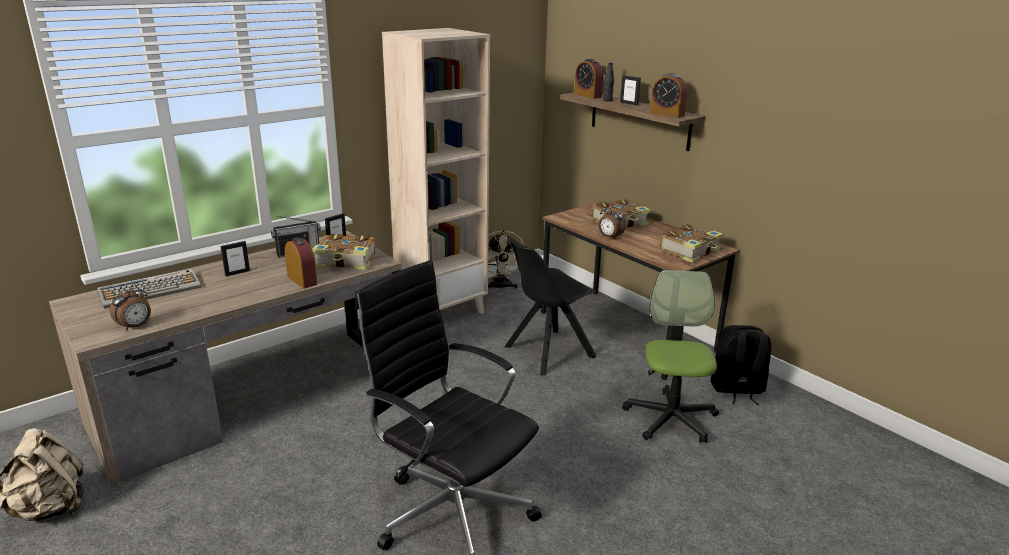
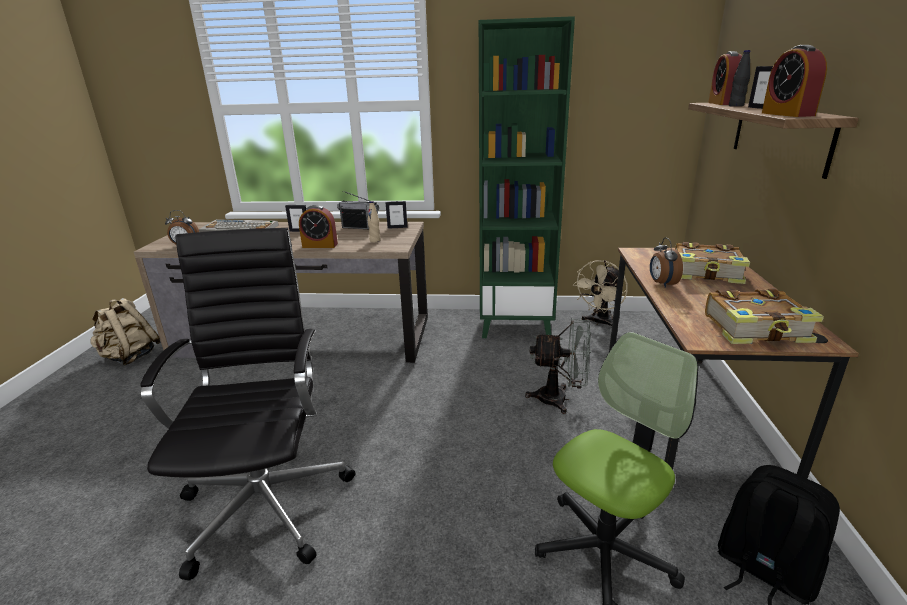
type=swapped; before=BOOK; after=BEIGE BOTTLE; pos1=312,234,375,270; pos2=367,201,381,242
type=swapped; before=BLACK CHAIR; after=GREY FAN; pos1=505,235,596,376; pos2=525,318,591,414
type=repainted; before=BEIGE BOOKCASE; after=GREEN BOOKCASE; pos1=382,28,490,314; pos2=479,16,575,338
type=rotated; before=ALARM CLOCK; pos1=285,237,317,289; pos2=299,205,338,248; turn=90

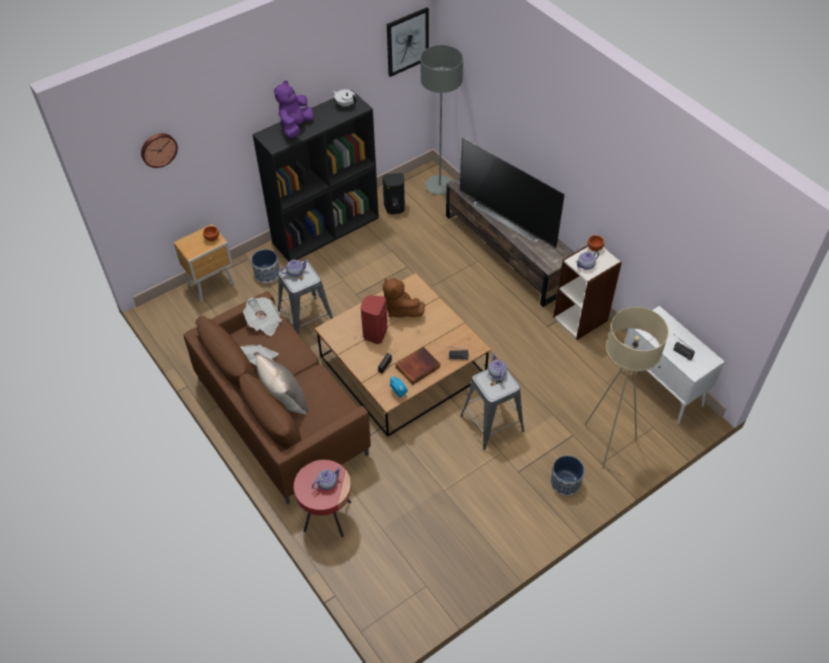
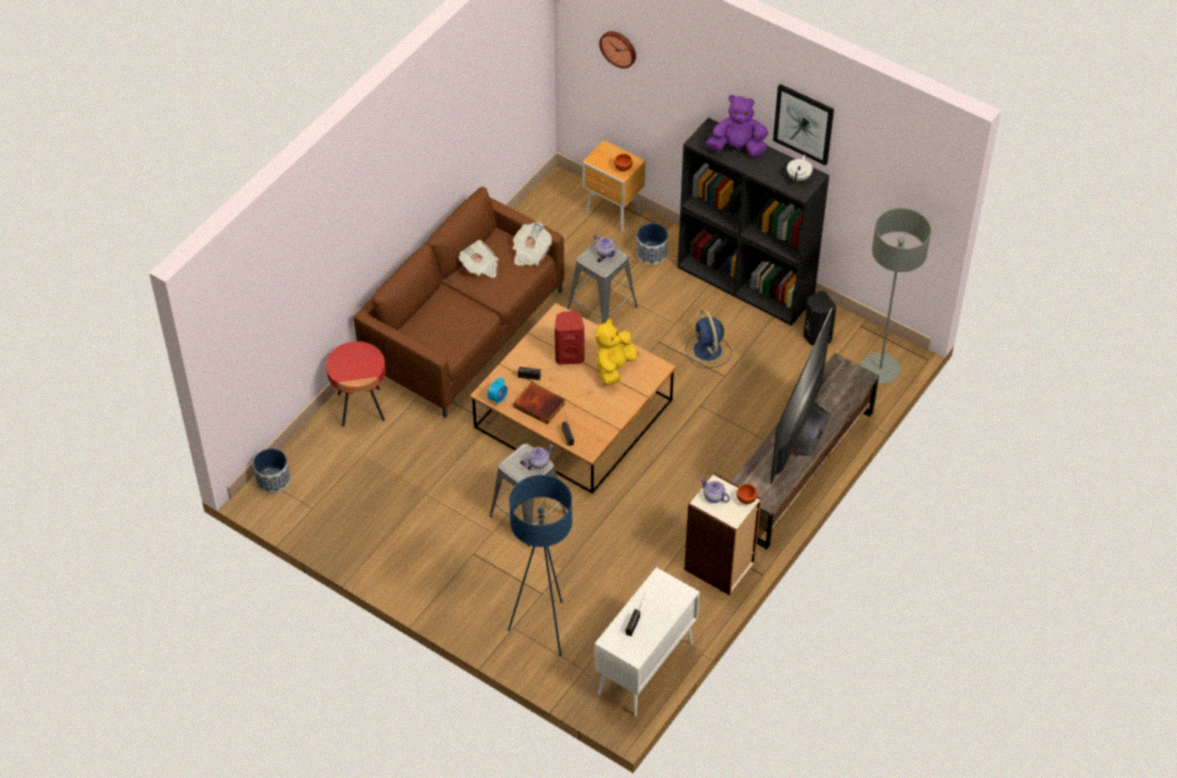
type=gone; before=BEIGE PILLOW; pos1=256,355,308,415
type=gone; before=TEAPOT; pos1=312,468,341,490
type=new; after=BLUE FAN; pos2=686,309,732,368
type=shifted; before=PICTURE; pos1=387,7,429,77; pos2=773,84,834,166
type=shifted; before=PLANTER; pos1=550,456,584,496; pos2=253,448,290,493
type=repainted; before=BROWN PLUSH TOY; after=YELLOW PLUSH TOY; pos1=383,278,425,318; pos2=595,319,637,385
type=repainted; before=BEIGE FLOOR LAMP; after=BLUE FLOOR LAMP; pos1=585,307,669,468; pos2=508,475,572,656

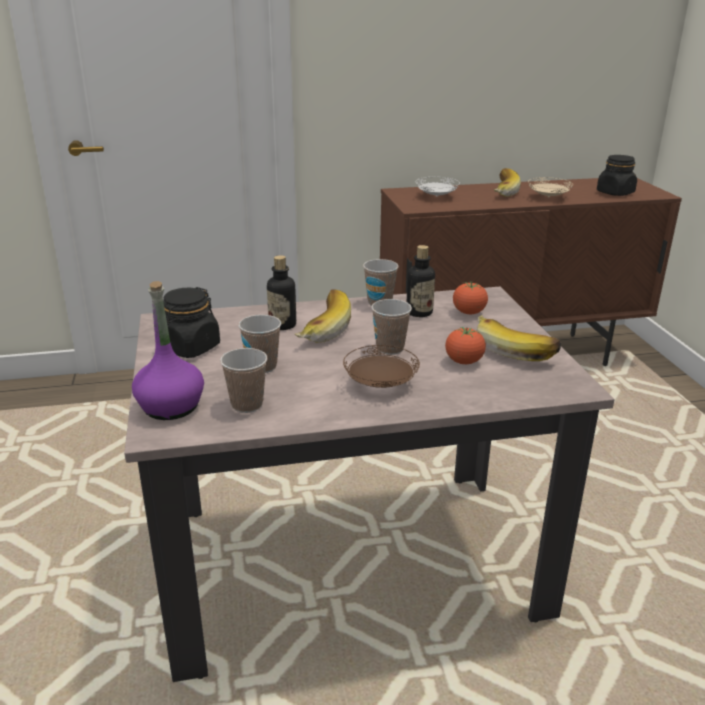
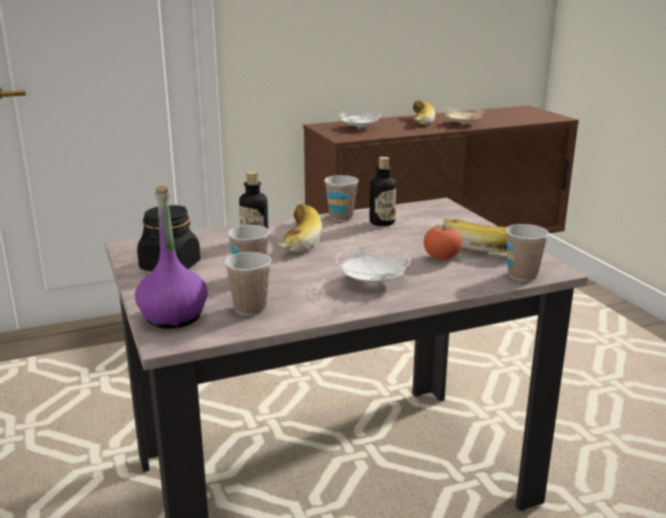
type=gone; before=TOMATO; pos1=453,282,488,314
type=gone; before=BLACK JAR; pos1=597,155,637,196
type=shifted; before=CUP; pos1=371,299,412,355; pos2=506,224,549,281
type=repainted; before=BROWN PLATE; after=WHITE PLATE; pos1=343,345,420,388; pos2=336,246,410,283

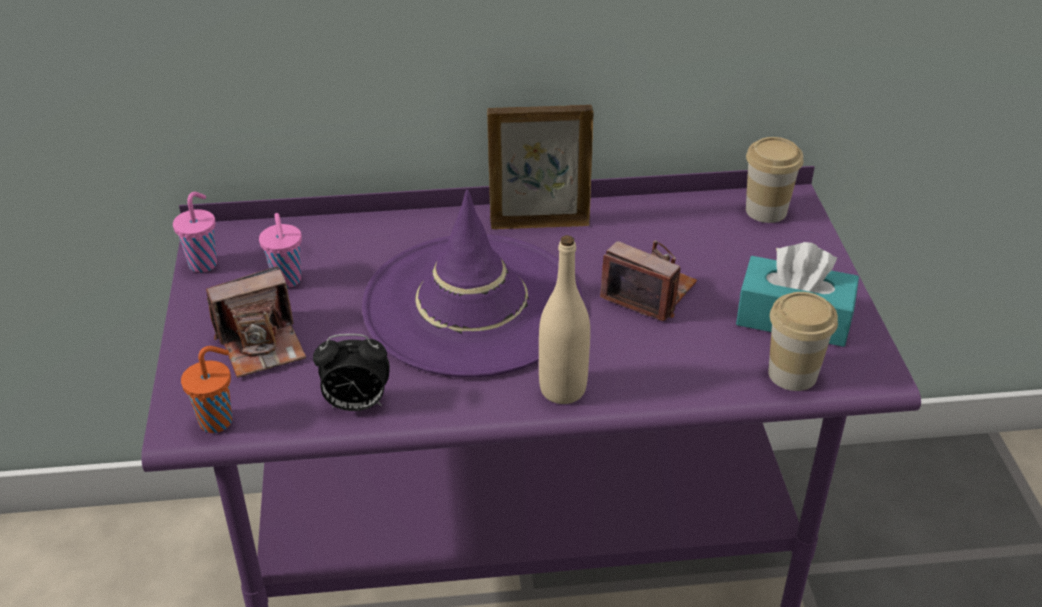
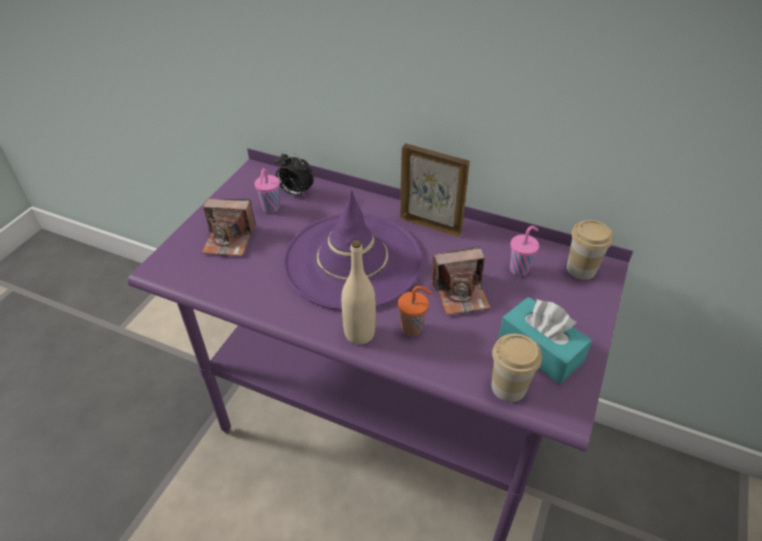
type=shifted; before=PINK CUP; pos1=173,192,217,273; pos2=510,226,539,276
type=shifted; before=ORANGE CUP; pos1=181,346,232,433; pos2=398,286,432,336
type=shifted; before=ALARM CLOCK; pos1=313,334,390,411; pos2=275,151,314,197
type=rotated; before=PHOTO CAMERA; pos1=600,241,697,321; pos2=431,246,490,315; turn=105

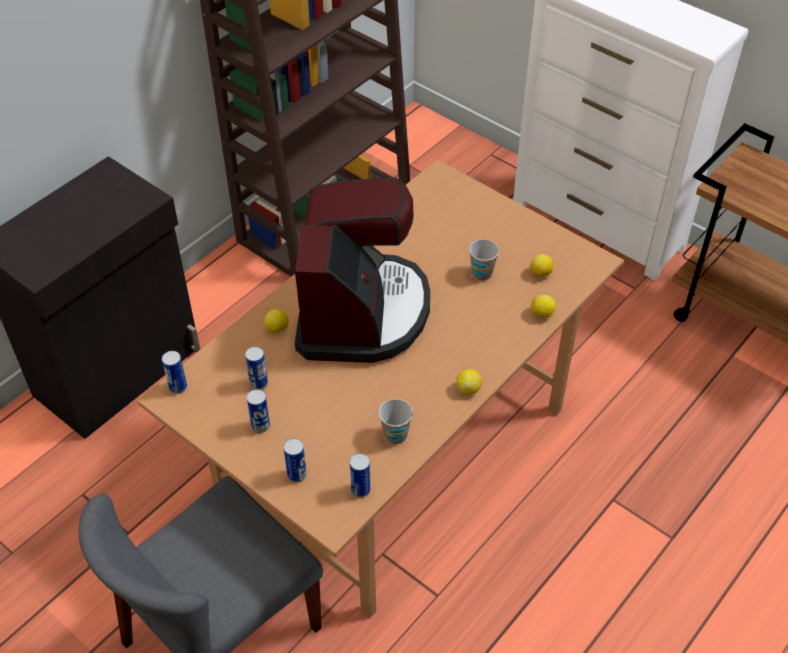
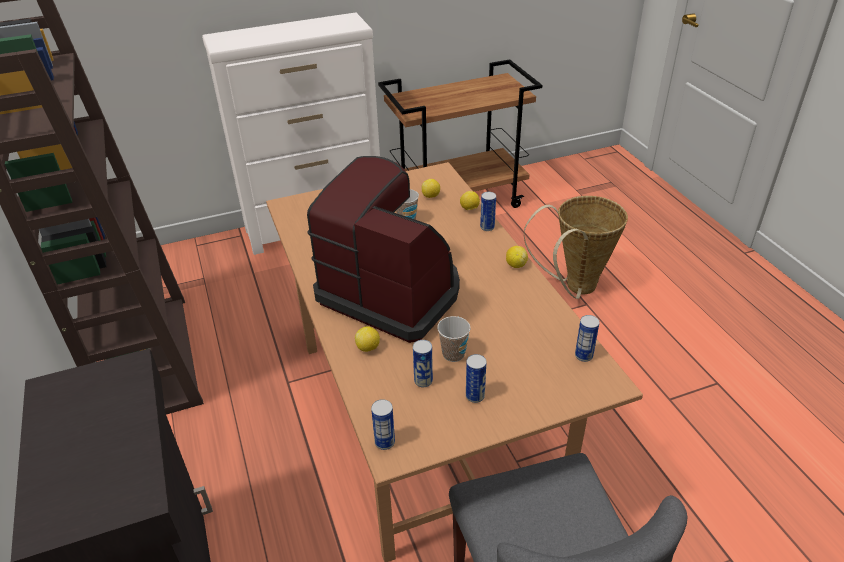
type=new; after=BASKET; pos2=524,196,628,299
type=shifted; before=CAN; pos1=284,438,307,483; pos2=480,192,496,231
type=shifted; before=CUP; pos1=379,399,413,444; pos2=437,316,471,362

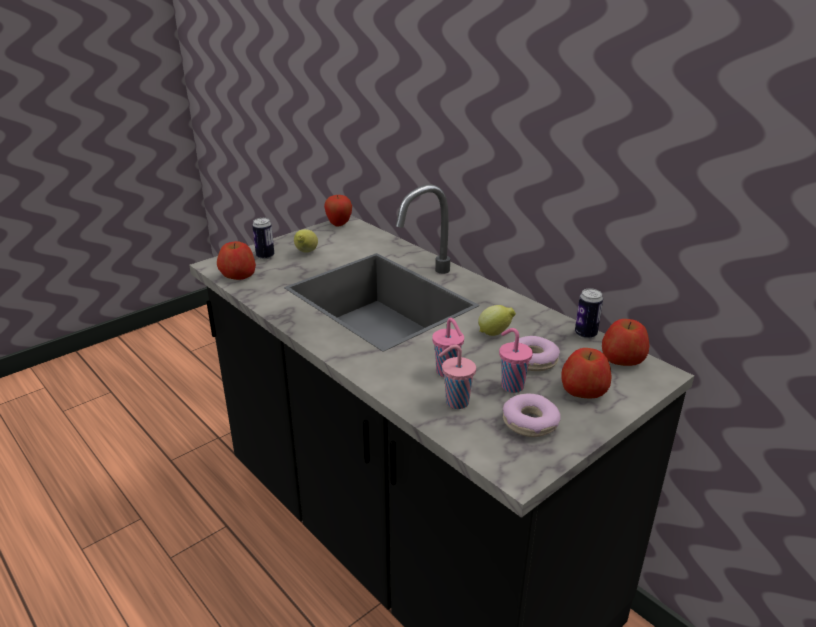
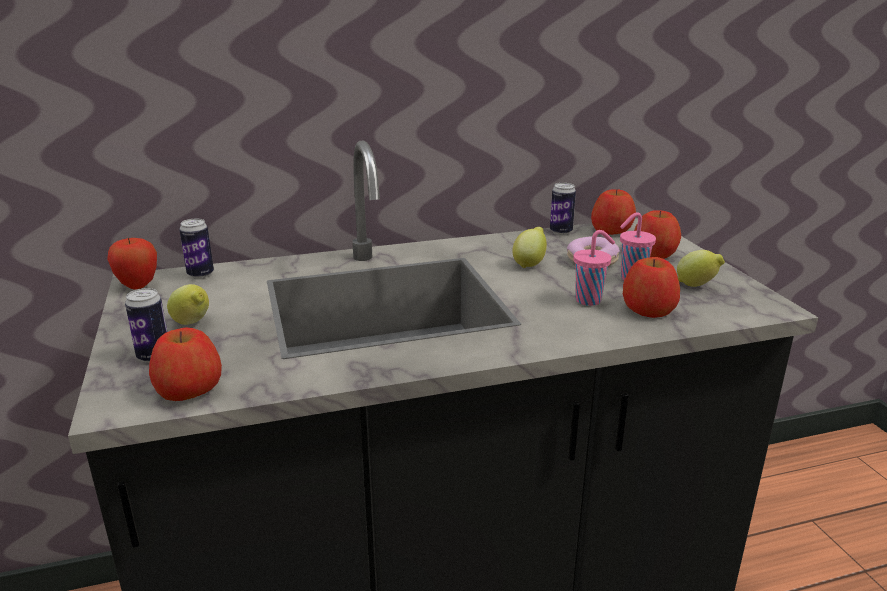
type=new; after=CAN; pos2=179,219,214,279
type=swapped; before=PINK CUP; after=APPLE; pos1=439,345,476,409; pos2=623,257,680,318
type=swapped; before=DONUT; after=LEMON; pos1=503,394,561,437; pos2=677,250,725,287

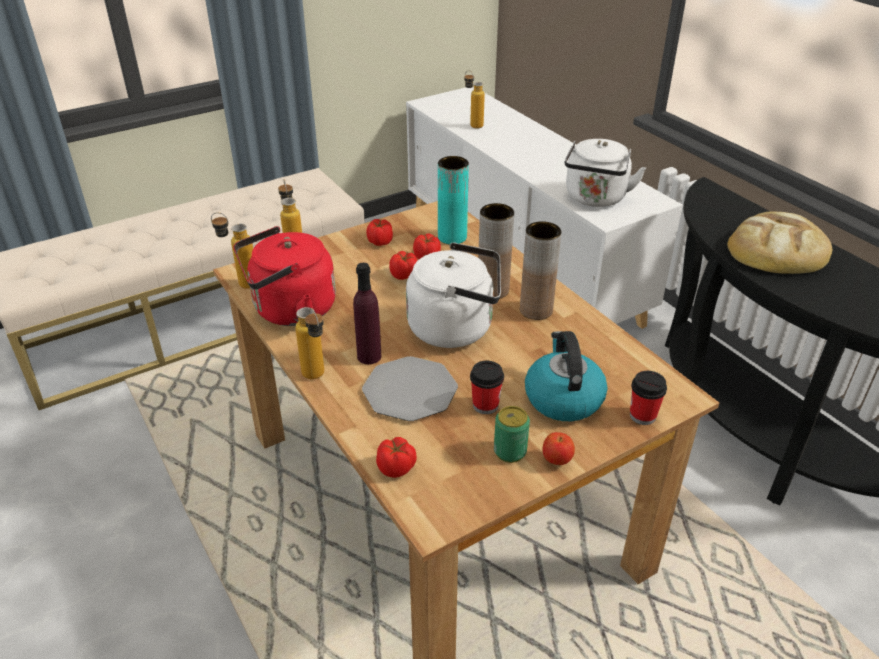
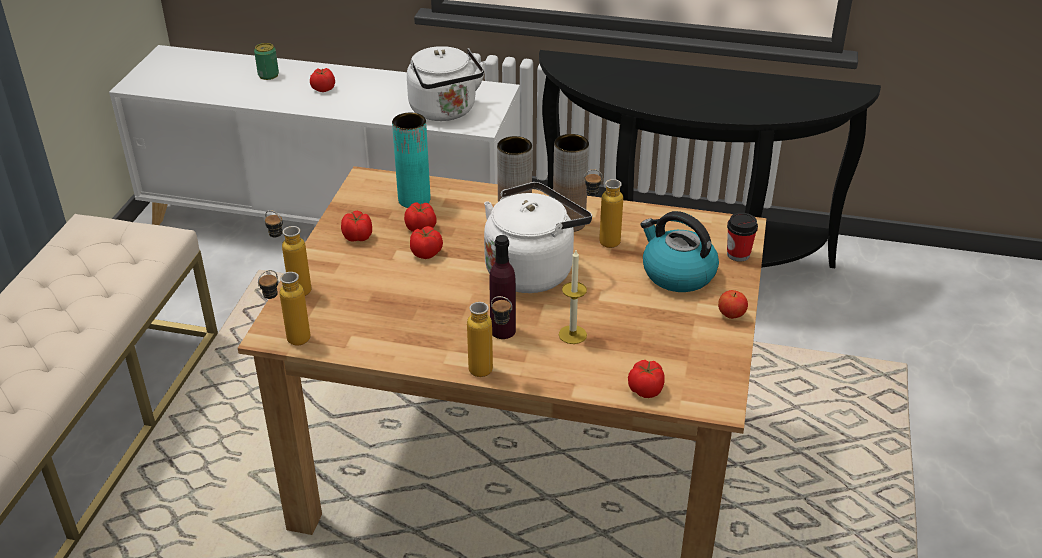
type=gone; before=RED KETTLE; pos1=233,226,336,326
type=gone; before=CUP; pos1=470,361,504,414
type=gone; before=BREAD; pos1=727,211,832,274
type=new; after=TOMATO; pos2=310,68,335,92
type=shifted; before=BOTTLE; pos1=464,70,485,129; pos2=584,169,623,248
type=shifted; before=CAN; pos1=494,406,530,463; pos2=254,43,279,80
type=swapped; before=PLATE; after=CANDLE; pos1=362,356,458,421; pos2=559,250,587,344

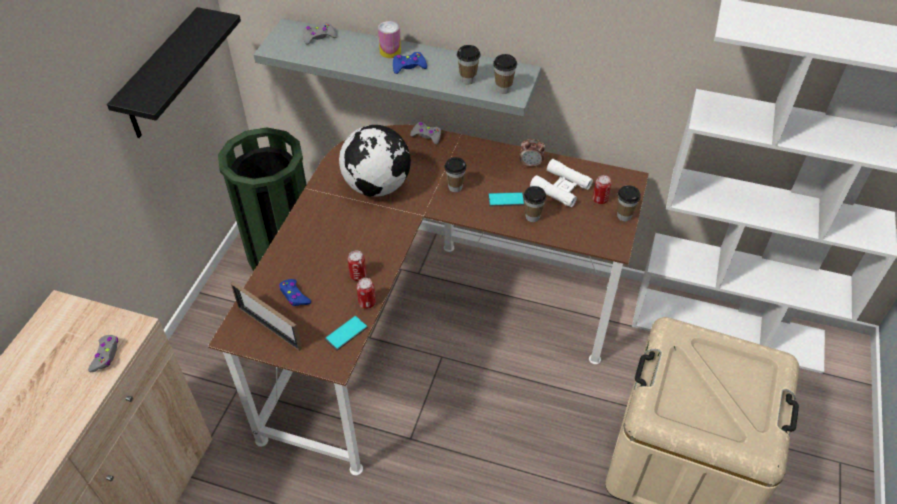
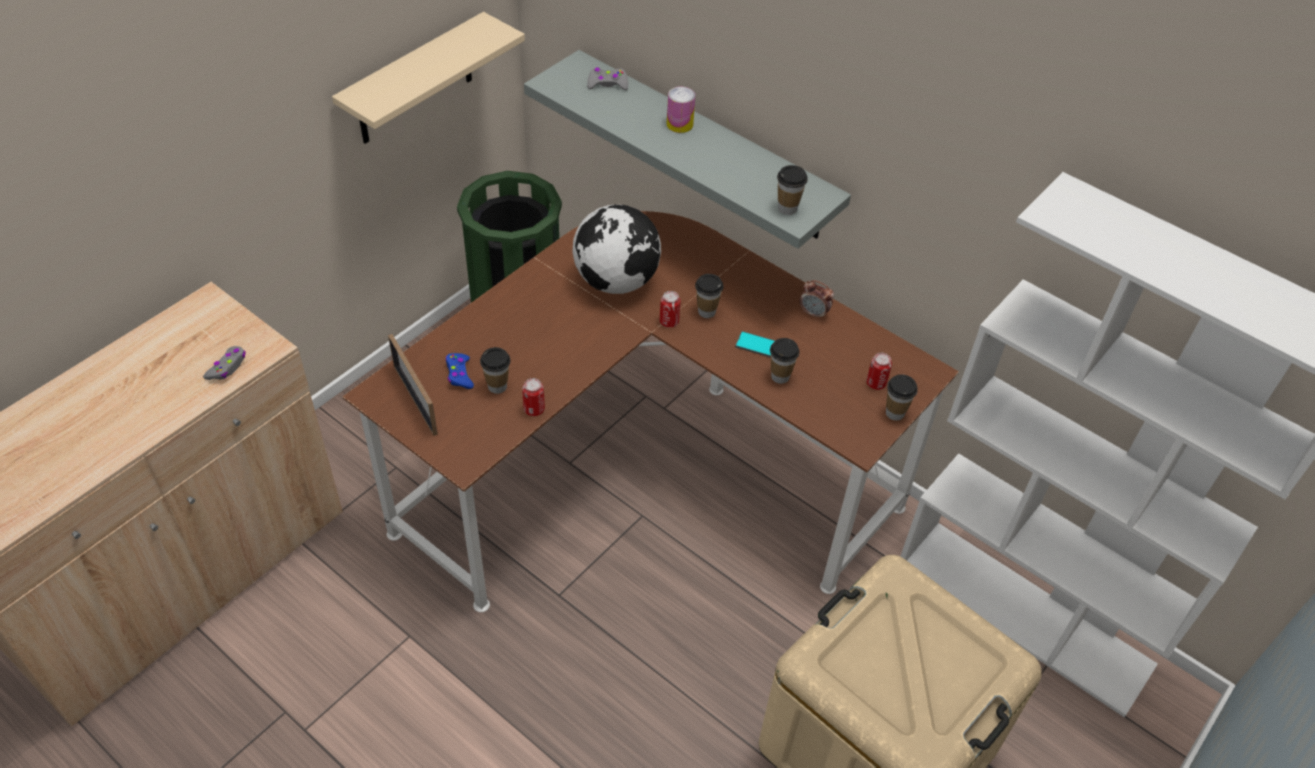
type=gone; before=PHONE; pos1=325,315,368,351
type=gone; before=BLUE GAME CONTROLLER; pos1=393,52,427,74
type=gone; before=GREY GAME CONTROLLER; pos1=410,122,441,144
type=gone; before=WHITE BINOCULARS; pos1=530,159,593,207
type=shifted; before=CAN; pos1=348,250,367,281; pos2=660,291,681,328
type=shifted; before=CUP; pos1=457,45,480,84; pos2=480,347,511,394
type=repainted; before=BLACK SHELF; after=BEIGE SHELF; pos1=107,7,241,138; pos2=332,12,525,144

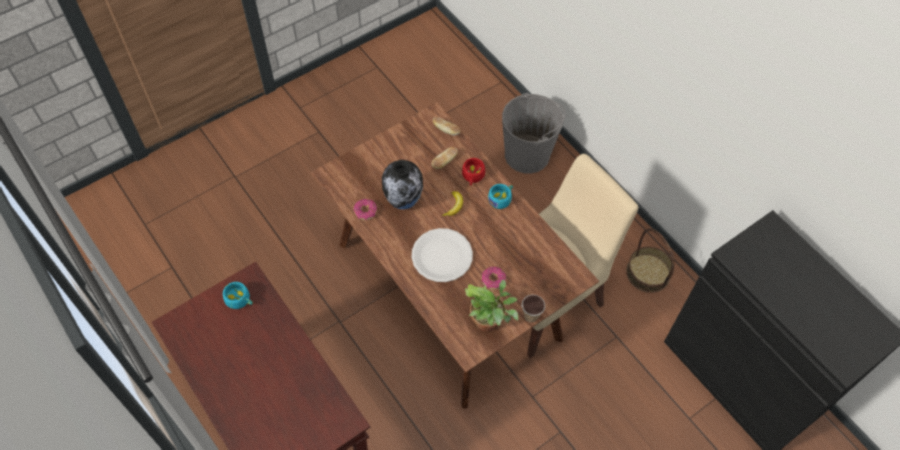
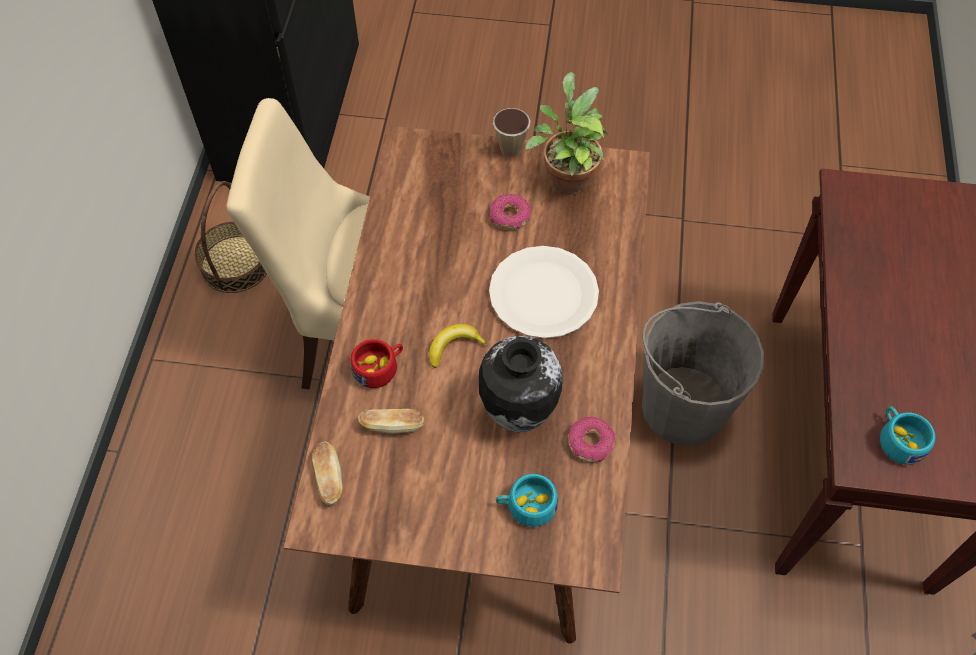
type=shifted; before=TURQUOISE CUP; pos1=488,184,513,209; pos2=496,474,558,527
type=shifted; before=GREY BUCKET; pos1=502,93,566,174; pos2=642,301,764,446

